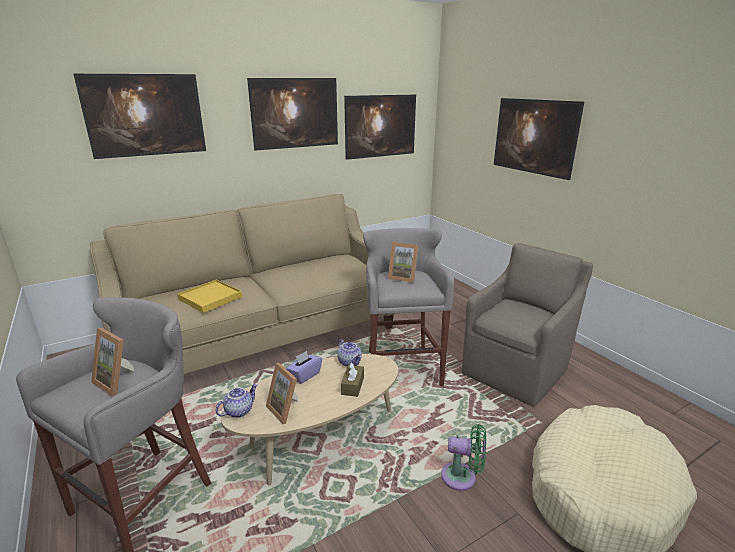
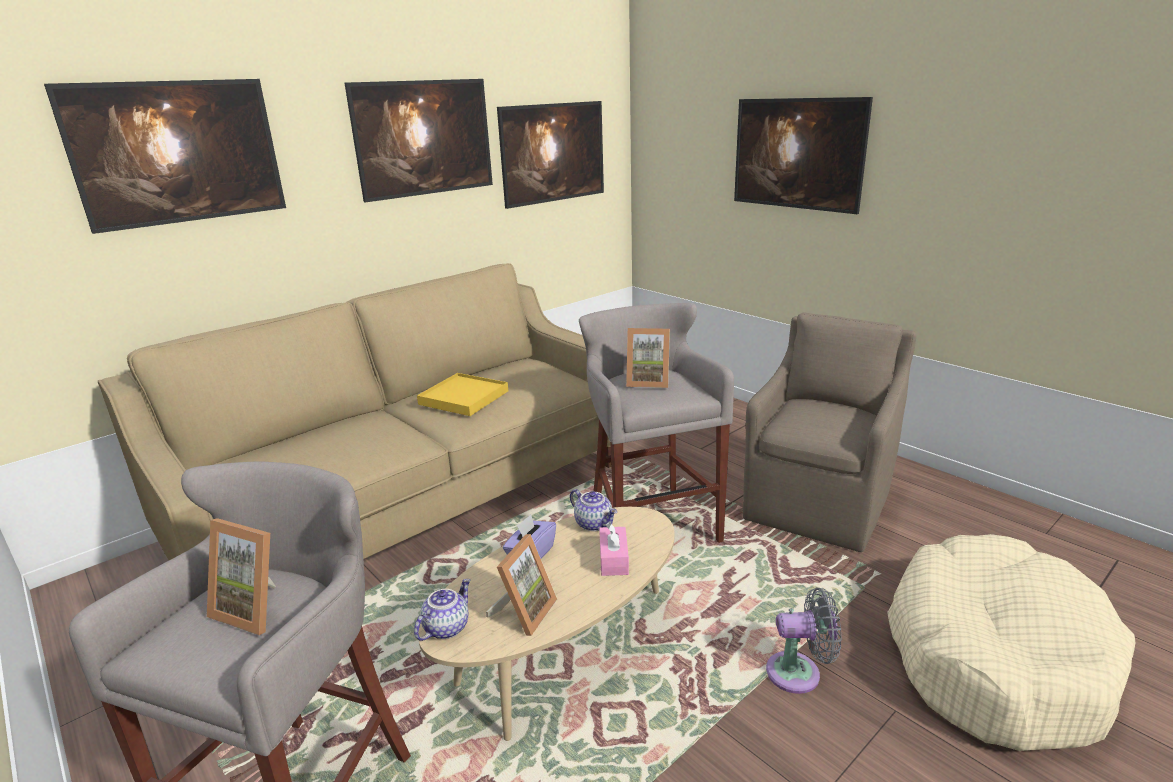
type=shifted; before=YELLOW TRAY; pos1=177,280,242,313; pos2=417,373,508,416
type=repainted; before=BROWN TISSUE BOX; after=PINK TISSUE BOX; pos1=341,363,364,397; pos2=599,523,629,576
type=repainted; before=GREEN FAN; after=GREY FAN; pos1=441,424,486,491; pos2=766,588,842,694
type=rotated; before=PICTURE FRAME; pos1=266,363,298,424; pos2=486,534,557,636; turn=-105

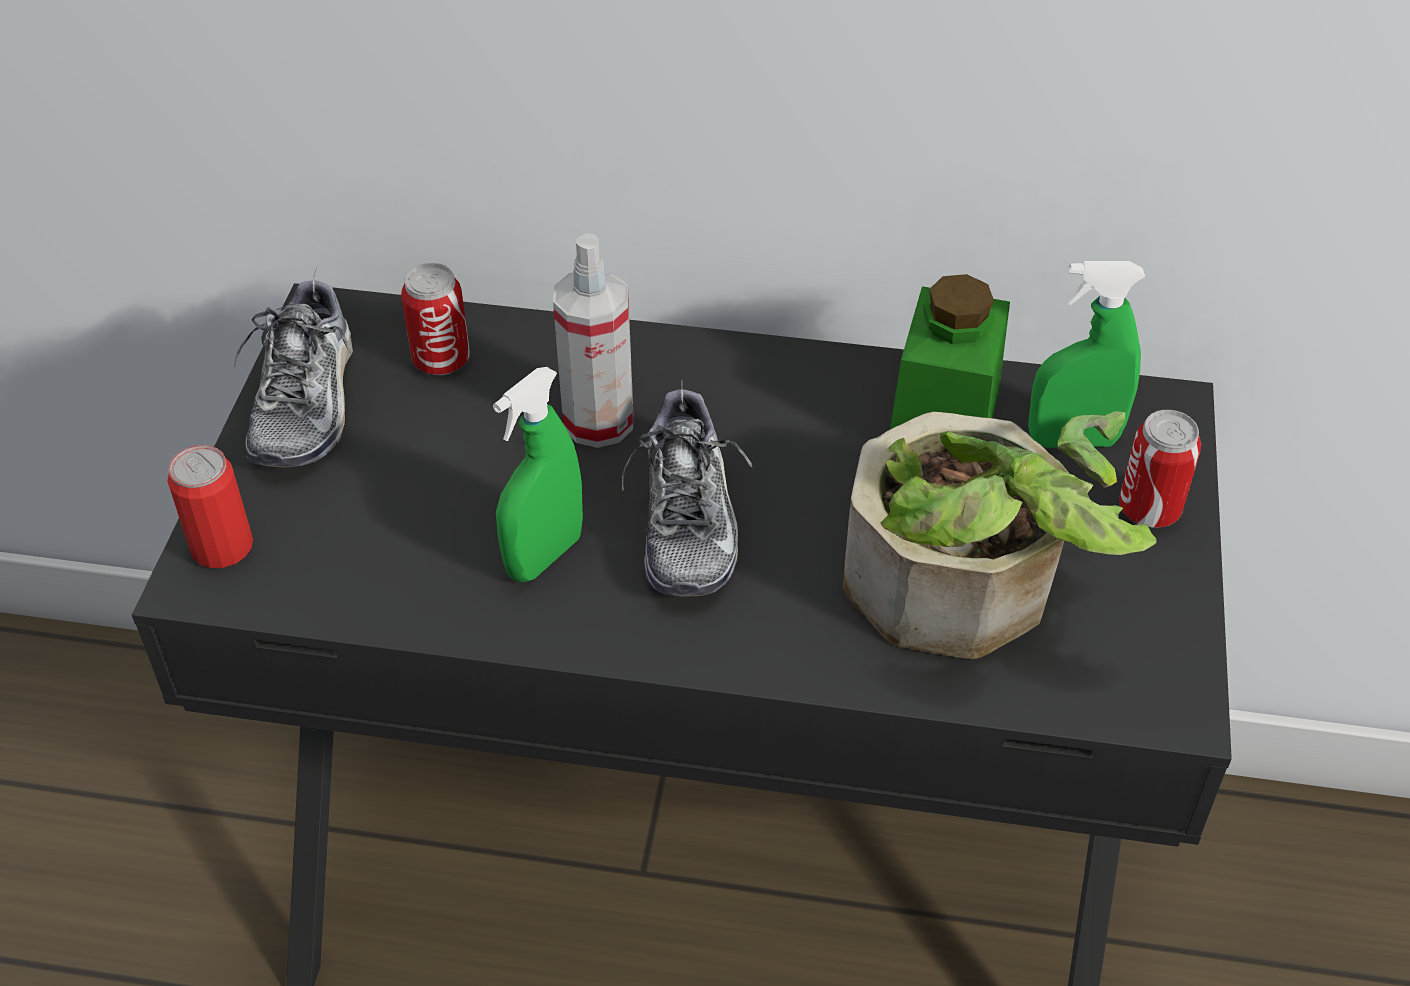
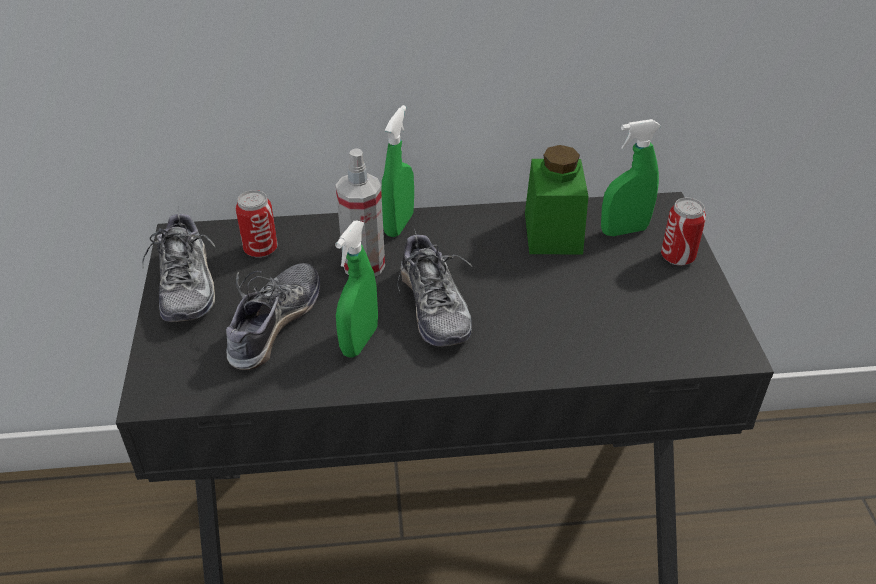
type=gone; before=CAN; pos1=167,445,253,568
type=gone; before=POTTED PLANT; pos1=843,411,1157,659
type=new; after=SHOE; pos2=226,263,320,370
type=new; after=GREEN SPRAY BOTTLE; pos2=381,105,414,237

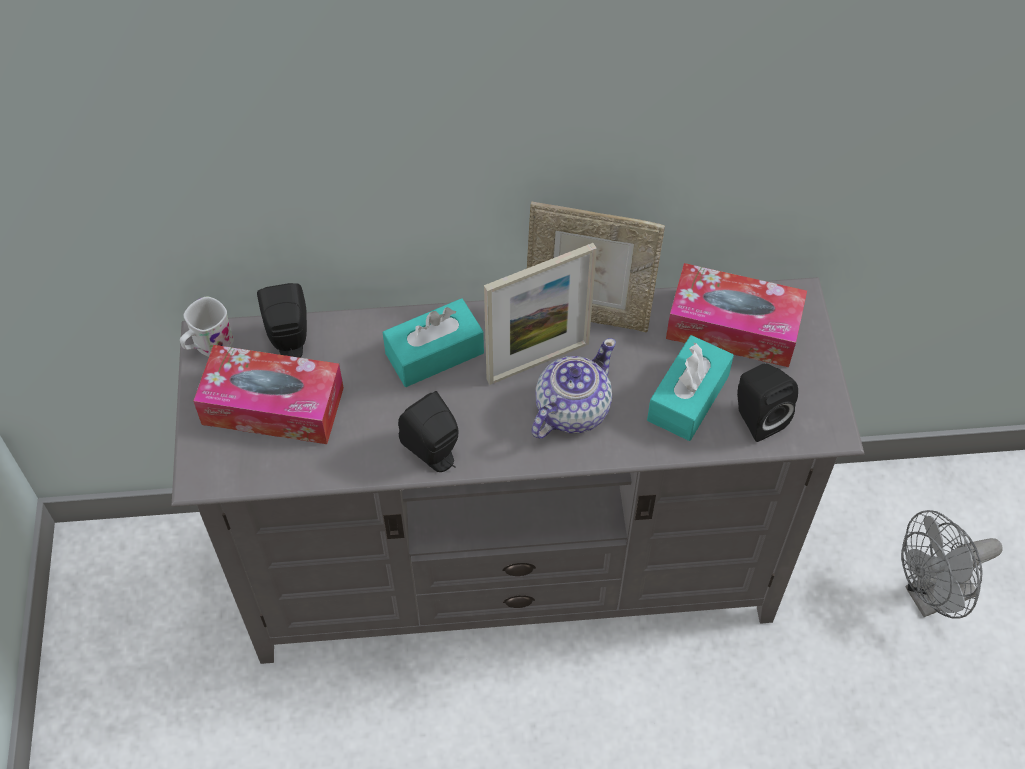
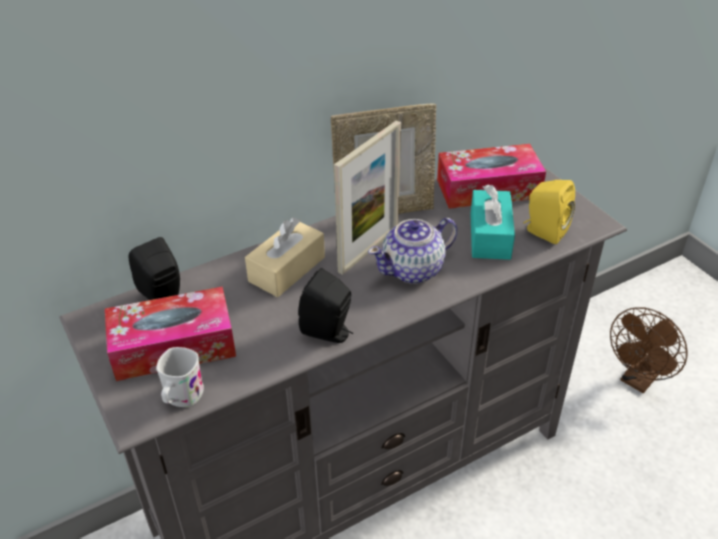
type=shifted; before=WHITE MUG; pos1=180,297,234,357; pos2=156,347,204,407
type=repainted; before=TURQUOISE TISSUE BOX; after=BEIGE TISSUE BOX; pos1=383,298,484,387; pos2=245,217,325,297
type=repainted; before=BLACK SPEAKER; after=YELLOW SPEAKER; pos1=737,363,798,442; pos2=523,180,575,244
type=repainted; before=GREY FAN; after=BROWN FAN; pos1=901,510,1003,619; pos2=610,307,688,393
type=rotated; before=TEAPOT; pos1=531,338,616,439; pos2=368,218,457,284; turn=-135

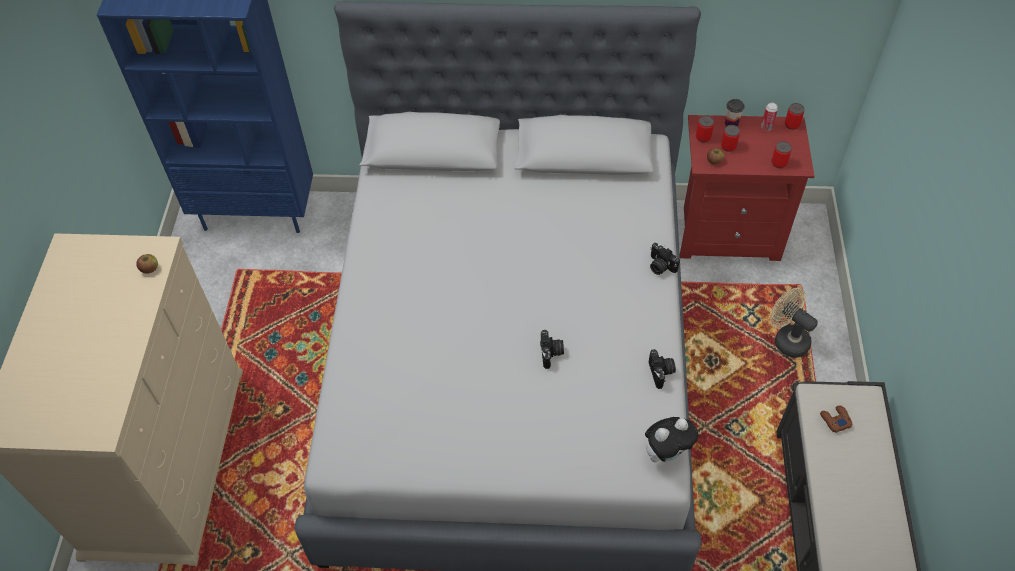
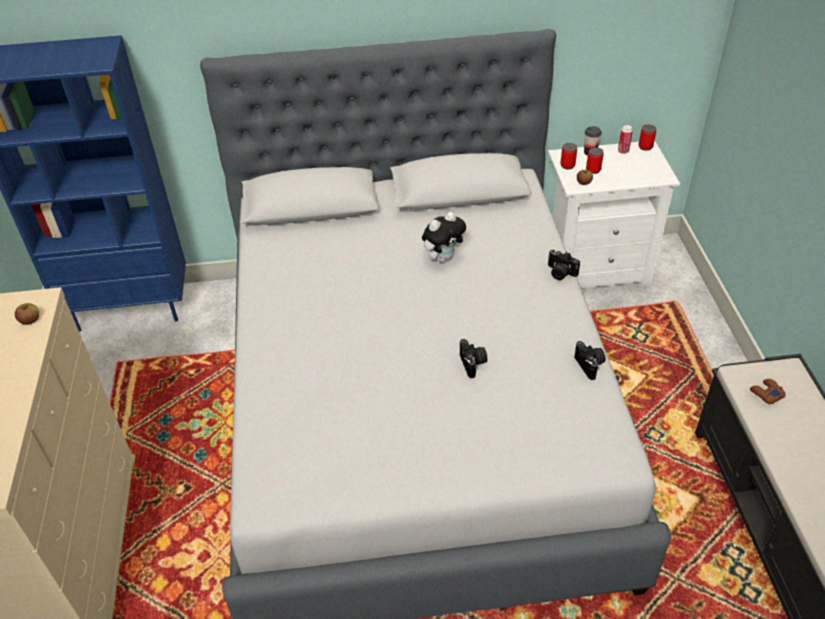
type=gone; before=BEIGE FAN; pos1=770,288,818,358
type=gone; before=CAN; pos1=772,141,792,168
type=shifted; before=PLUSH TOY; pos1=645,417,698,462; pos2=422,212,466,263
type=repainted; before=RED NIGHTSTAND; after=WHITE NIGHTSTAND; pos1=680,115,815,261; pos2=548,141,680,288

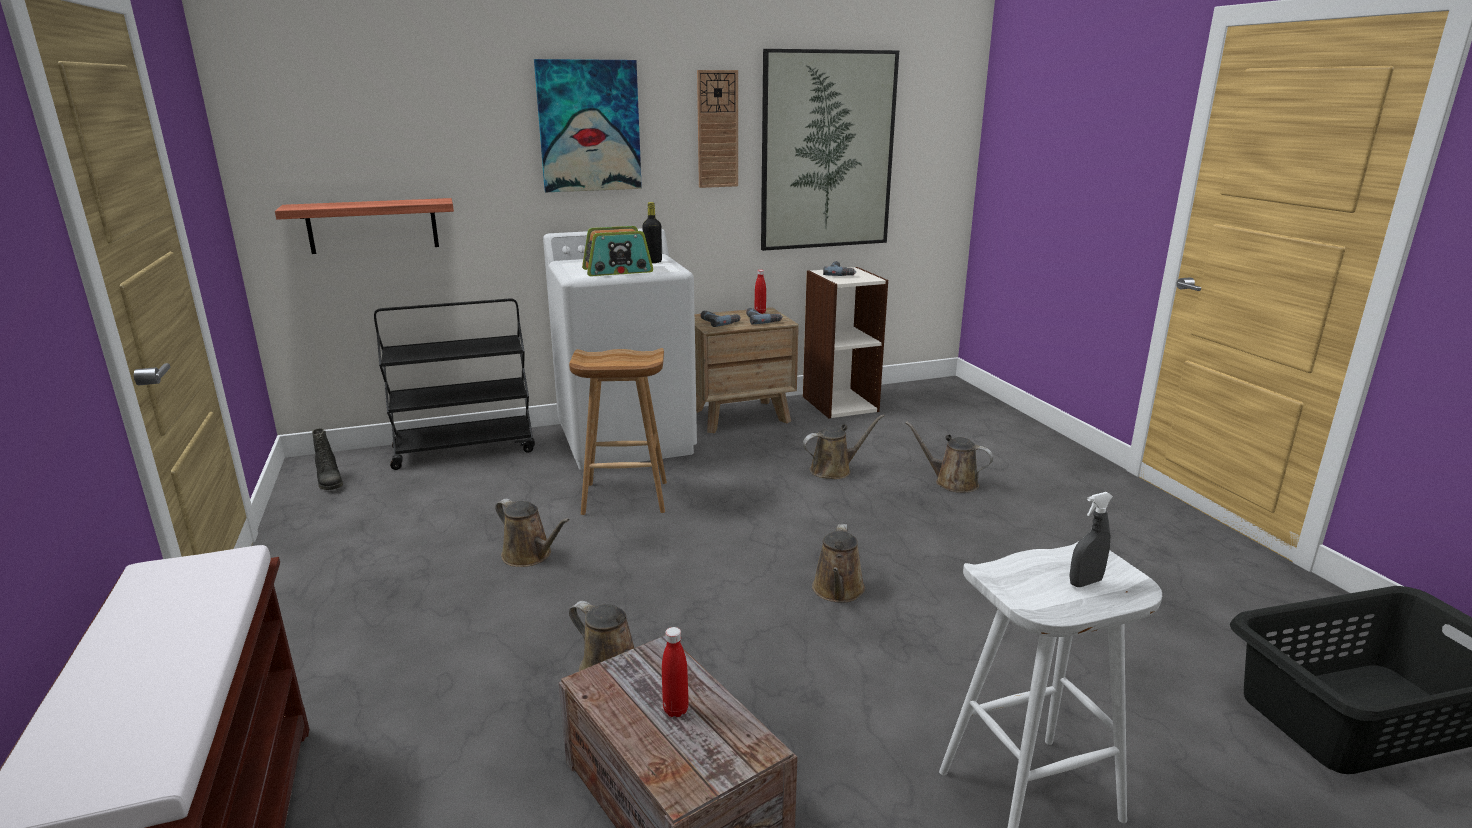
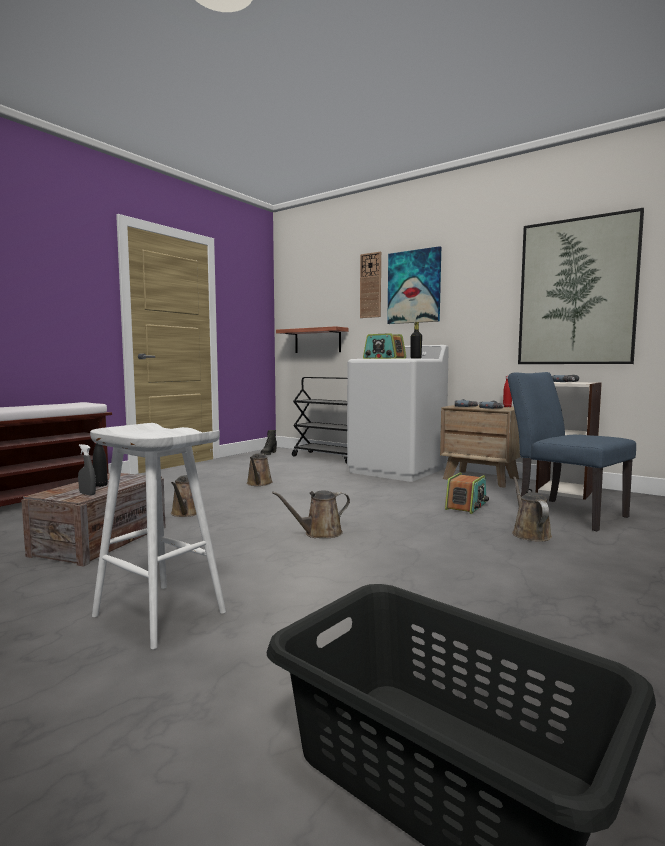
type=gone; before=BROWN STOOL; pos1=569,348,667,515
type=new; after=BLUE CHAIR; pos2=508,372,636,531
type=shifted; before=WALL CLOCK; pos1=697,70,738,188; pos2=360,252,381,318
type=shifted; before=GREY SPRAY BOTTLE; pos1=1069,492,1113,587; pos2=78,444,96,496
type=swapped; before=BROWN WATERING CAN; after=RADIO; pos1=803,415,884,479; pos2=445,473,489,514
type=repainted; before=RED BOTTLE; after=BLACK BOTTLE; pos1=662,627,689,717; pos2=93,442,108,487

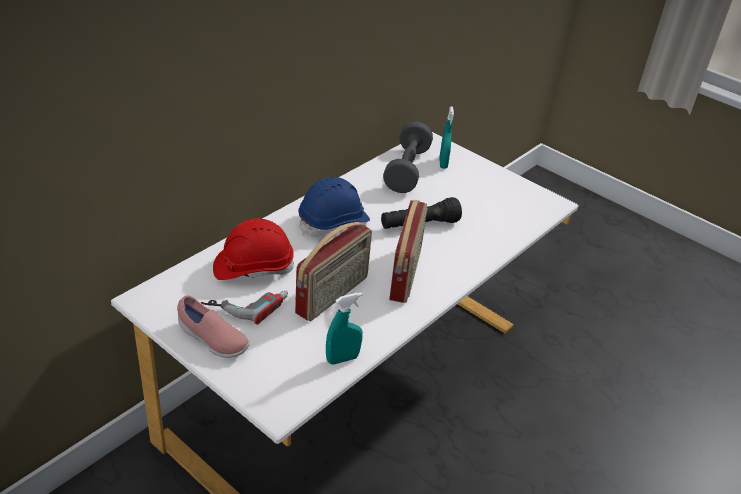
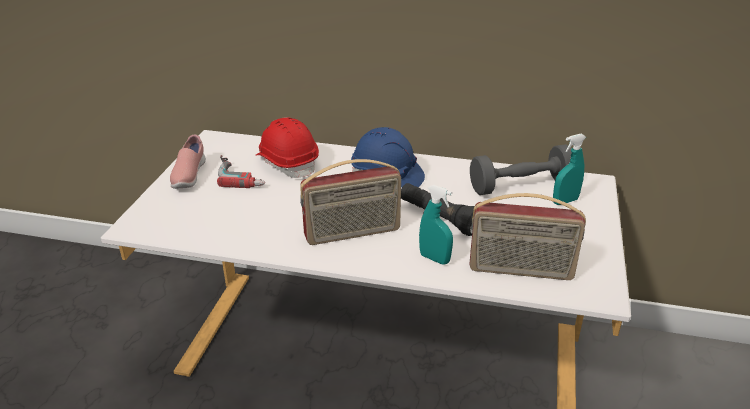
type=shifted; before=RADIO; pos1=295,222,372,321; pos2=470,193,586,280
type=shifted; before=TURQUOISE SPRAY BOTTLE; pos1=326,293,363,365; pos2=419,185,453,264

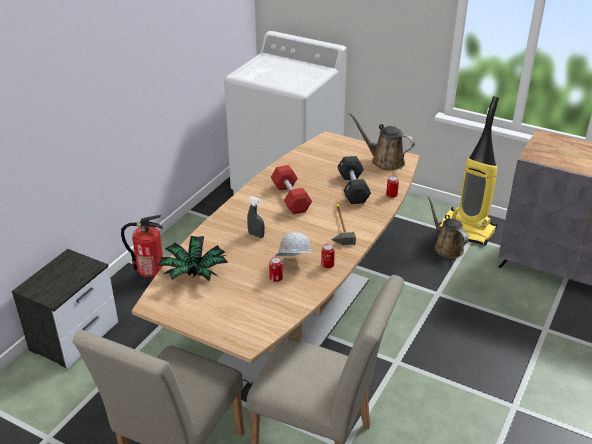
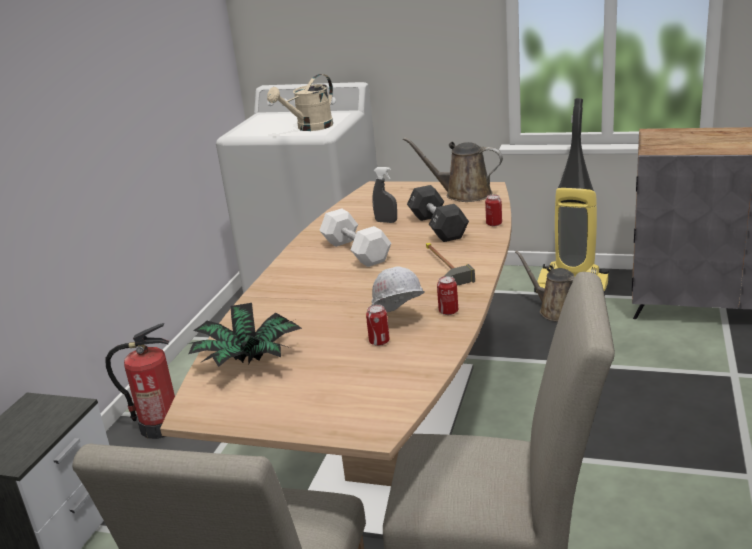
type=new; after=BEIGE WATERING CAN; pos2=267,74,333,131
type=shifted; before=GREY SPRAY BOTTLE; pos1=247,196,265,238; pos2=372,167,397,223
type=repainted; before=RED DUMBBELL; after=WHITE DUMBBELL; pos1=271,165,312,214; pos2=319,208,391,267

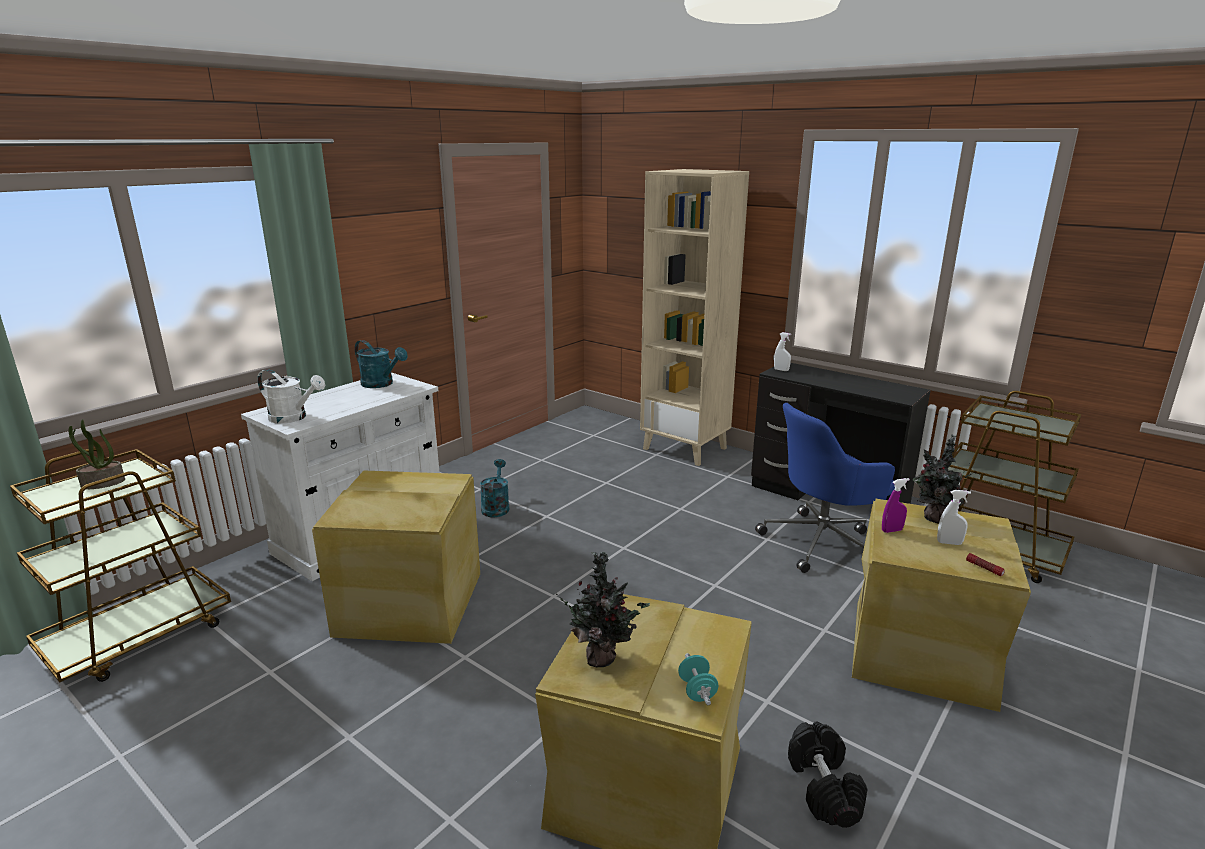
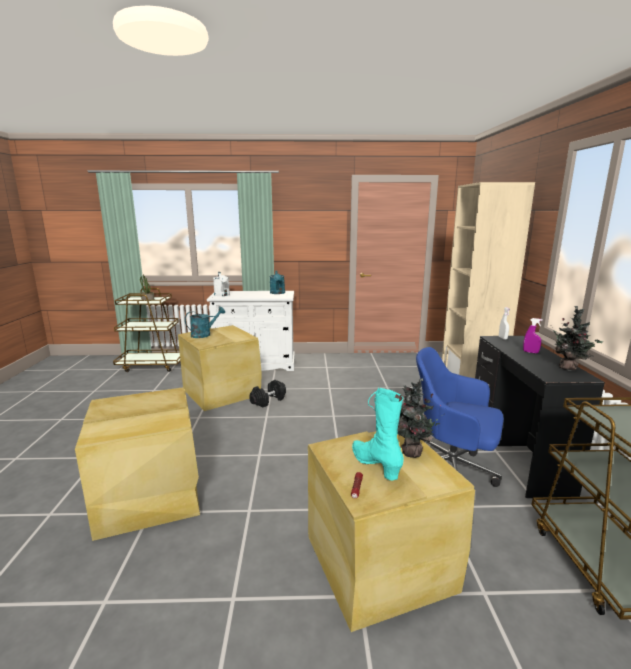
type=gone; before=TURQUOISE DUMBBELL; pos1=678,653,718,705
type=shifted; before=TURQUOISE WATERING CAN; pos1=480,459,509,518; pos2=185,307,225,338
type=shifted; before=POTTED PLANT; pos1=556,552,650,667; pos2=553,306,603,371
type=shifted; before=BLACK DUMBBELL; pos1=788,721,868,828; pos2=250,380,286,407
type=shifted; before=PURPLE SPRAY BOTTLE; pos1=882,478,910,533; pos2=523,318,543,353
type=swapped; before=WHITE SPRAY BOTTLE; after=TURQUOISE BOOT; pos1=937,490,971,545; pos2=352,388,404,480

